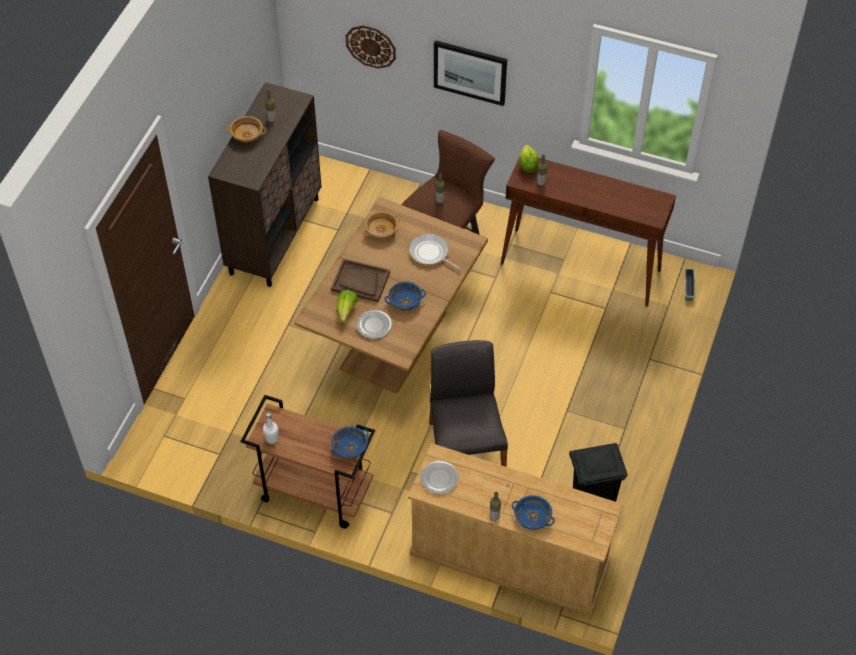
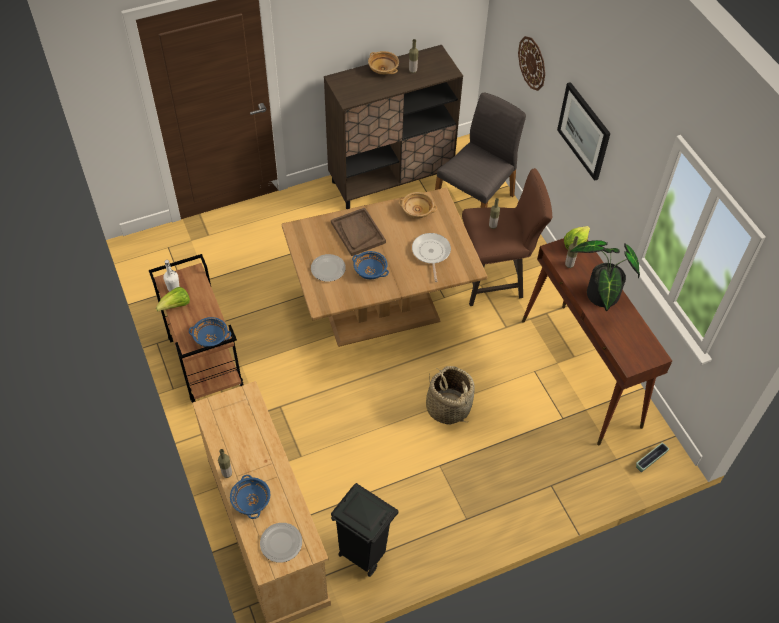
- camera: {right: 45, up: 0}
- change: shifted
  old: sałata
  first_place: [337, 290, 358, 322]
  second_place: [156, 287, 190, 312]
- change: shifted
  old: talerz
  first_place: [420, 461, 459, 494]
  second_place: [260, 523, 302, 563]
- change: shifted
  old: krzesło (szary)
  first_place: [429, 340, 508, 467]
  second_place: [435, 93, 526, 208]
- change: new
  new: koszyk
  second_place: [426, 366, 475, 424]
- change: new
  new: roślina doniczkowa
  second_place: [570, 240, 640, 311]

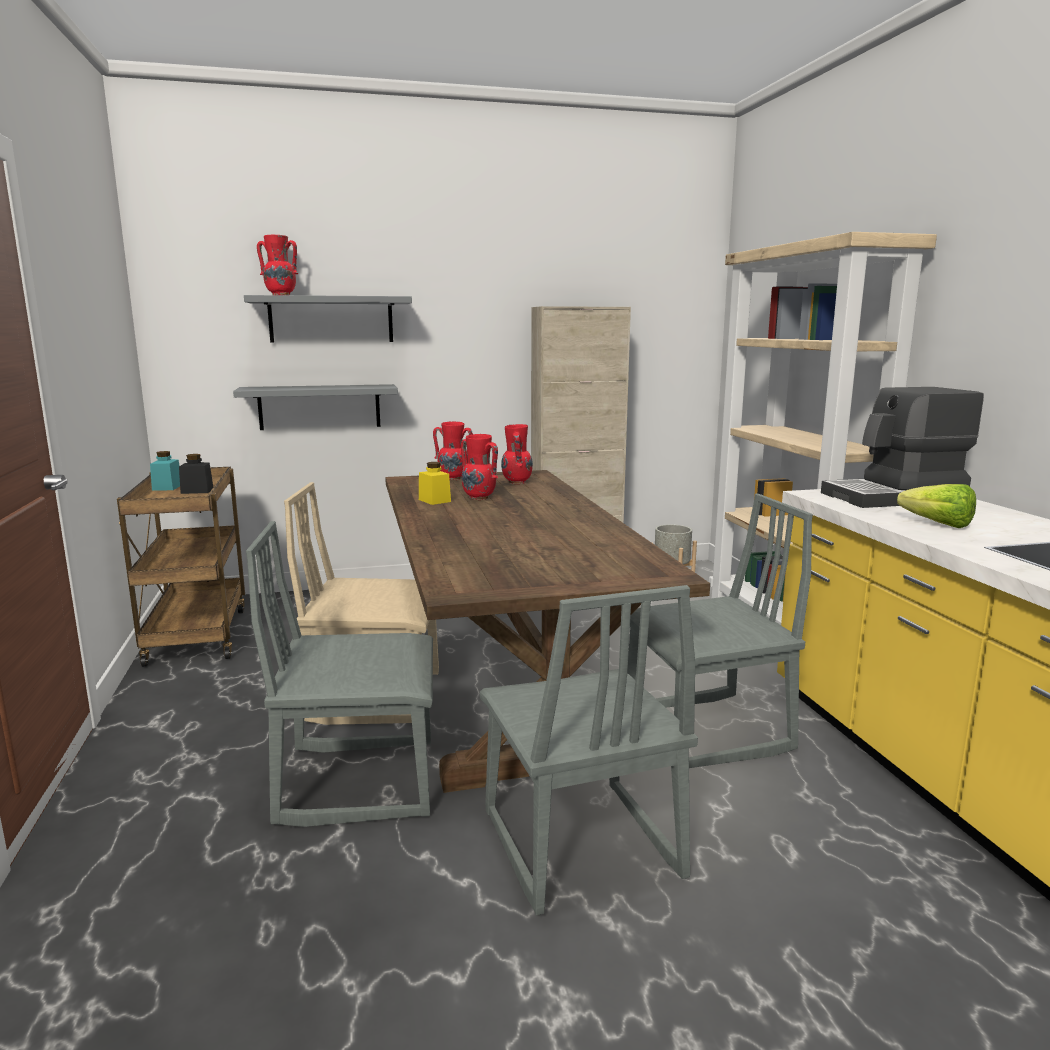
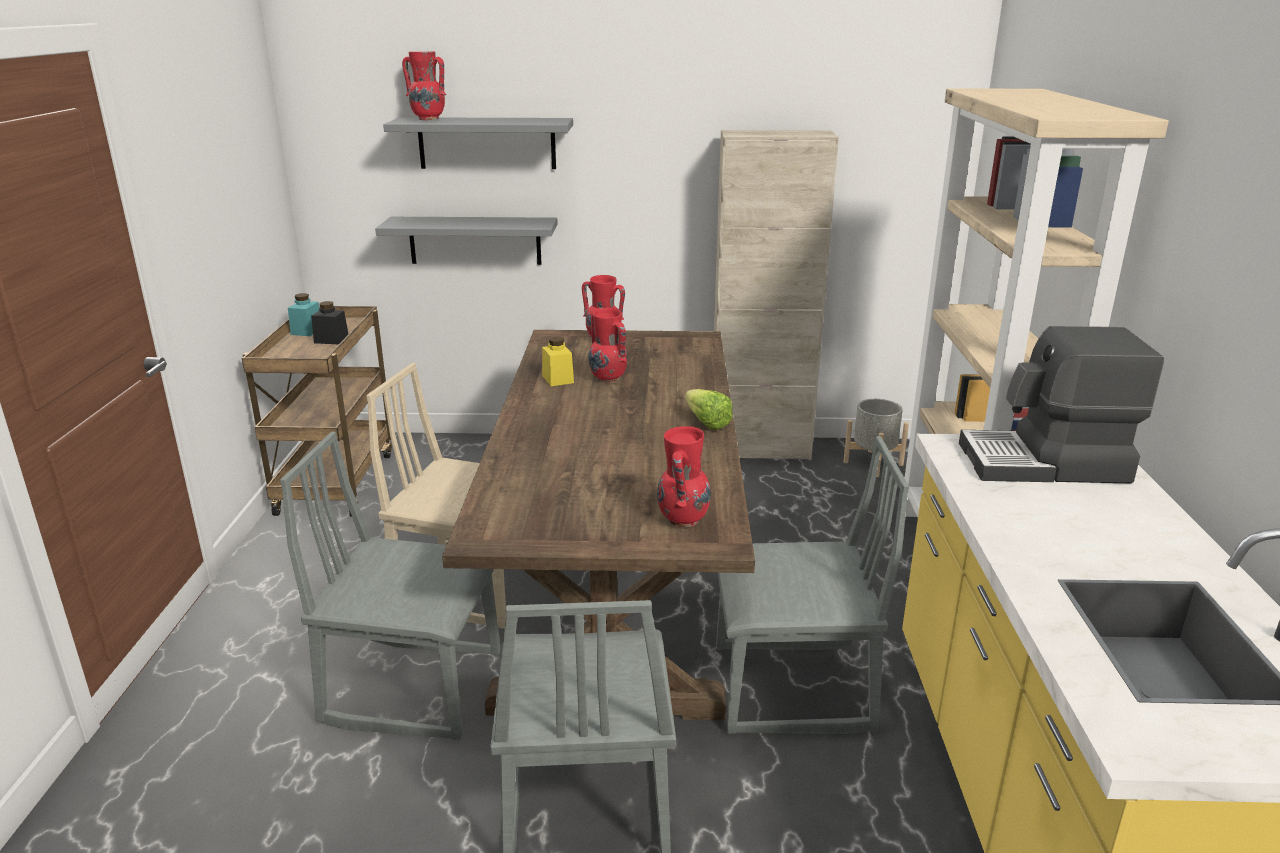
- camera: {right: 15, up: 10}
- change: shifted
  old: wazon (czerwony)
  first_place: [501, 424, 533, 484]
  second_place: [657, 426, 711, 528]
- change: shifted
  old: sałata
  first_place: [897, 484, 976, 528]
  second_place: [685, 389, 733, 430]

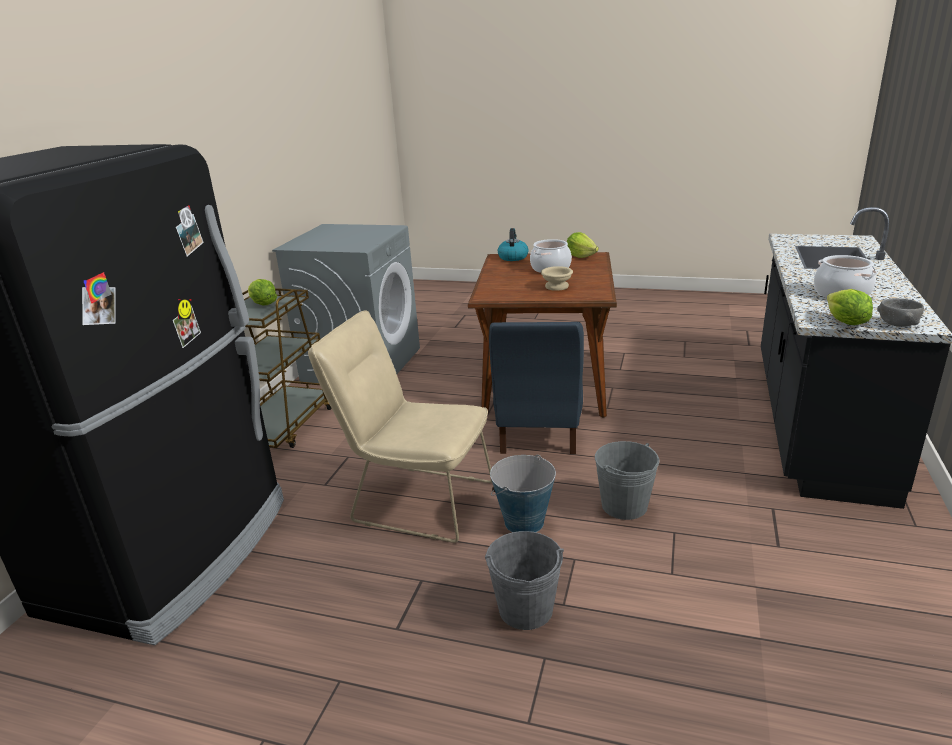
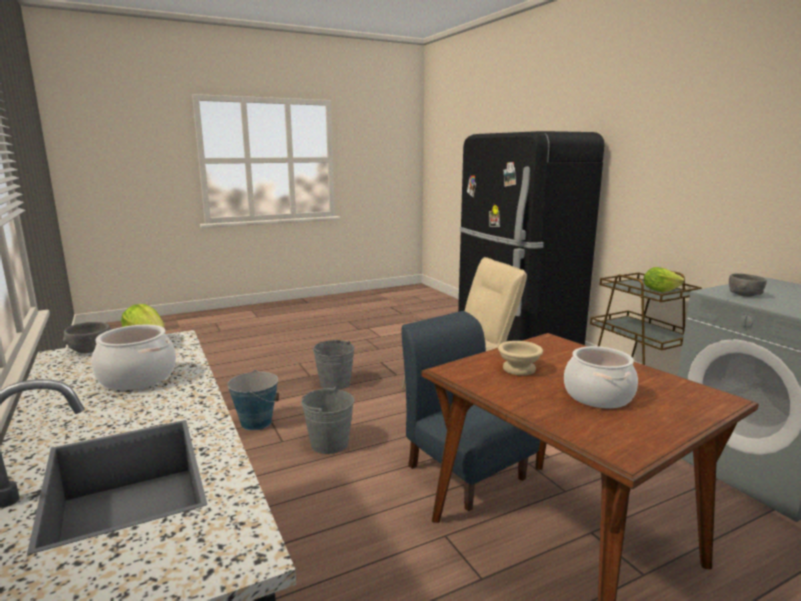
- camera: {right: 135, up: -10}
- change: shifted
  old: wiadro
  first_place: [490, 454, 556, 532]
  second_place: [227, 370, 279, 430]
- change: gone
  old: czajnik
  first_place: [498, 228, 528, 261]
- change: gone
  old: sałata
  first_place: [567, 232, 599, 258]
- change: new
  new: miska (szary)
  second_place: [729, 273, 767, 297]

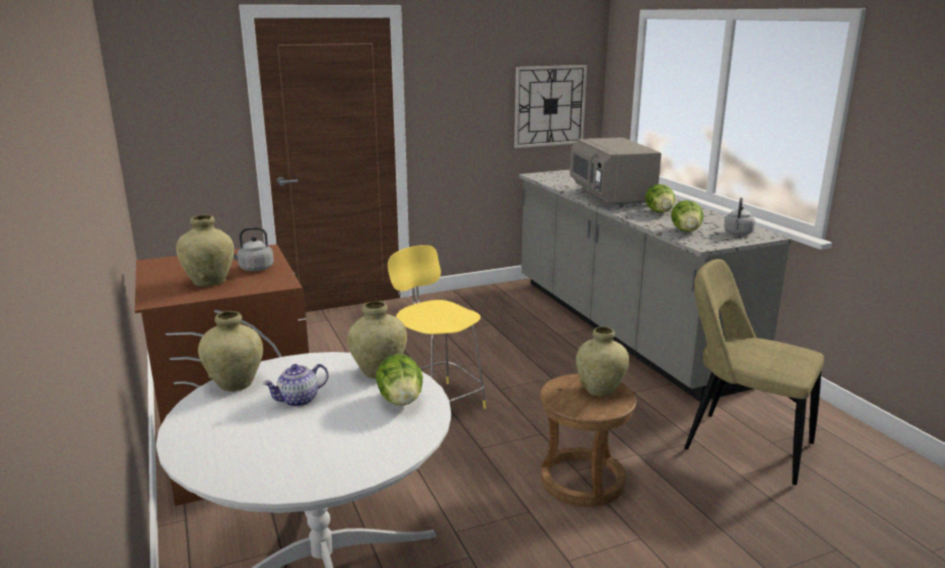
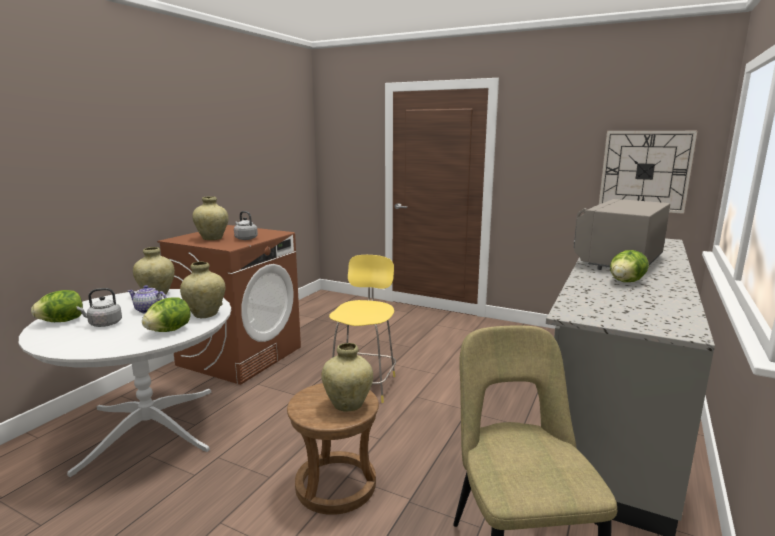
- camera: {right: 50, up: -5}
- change: shifted
  old: sałata
  first_place: [671, 200, 703, 232]
  second_place: [31, 290, 83, 322]
- change: shifted
  old: czajnik (szary)
  first_place: [724, 198, 755, 235]
  second_place: [77, 288, 122, 327]

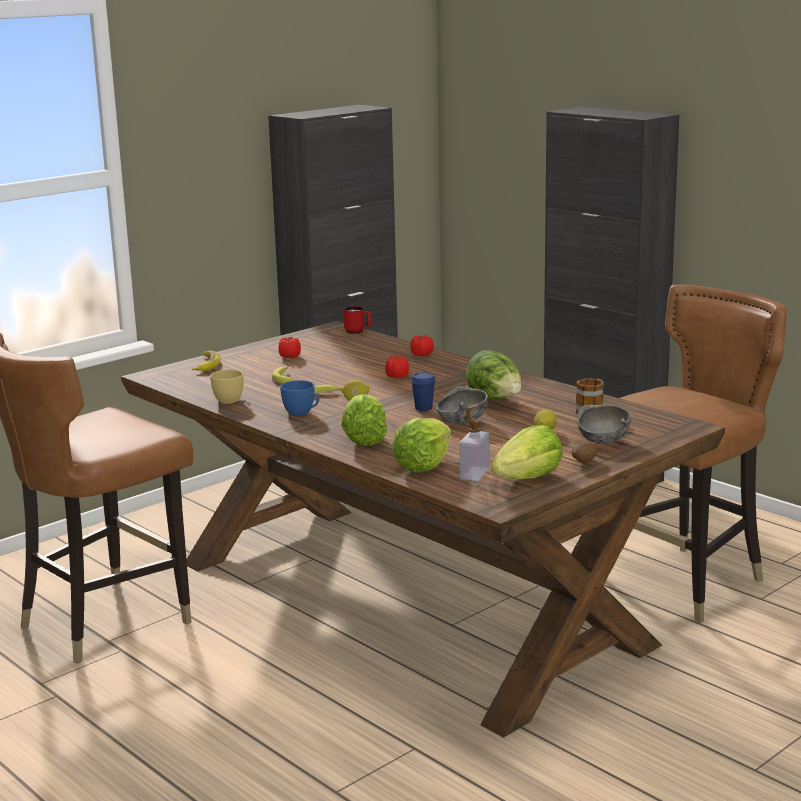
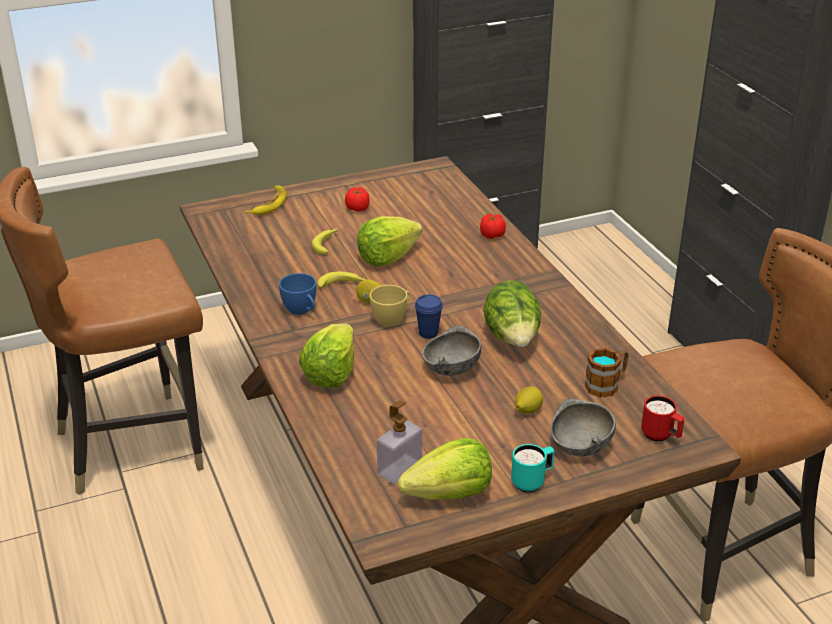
- camera: {right: 20, up: 15}
- change: shifted
  old: filiżanka (żółty)
  first_place: [210, 370, 244, 404]
  second_place: [370, 285, 410, 327]
- change: shifted
  old: kubek (czerwony)
  first_place: [344, 306, 371, 334]
  second_place: [641, 396, 685, 441]
- change: gone
  old: pomidor
  first_place: [385, 356, 409, 378]
- change: shifted
  old: sałata
  first_place: [392, 418, 451, 473]
  second_place: [357, 216, 423, 266]
- change: swapped
  old: ziemniak
  new: kubek (turkusowy)
  first_place: [572, 441, 598, 463]
  second_place: [511, 444, 554, 492]

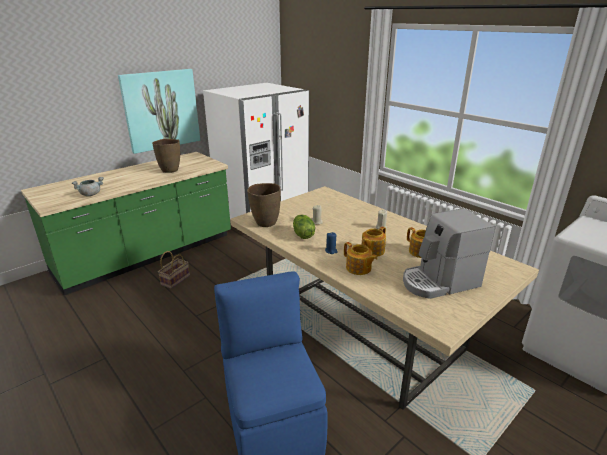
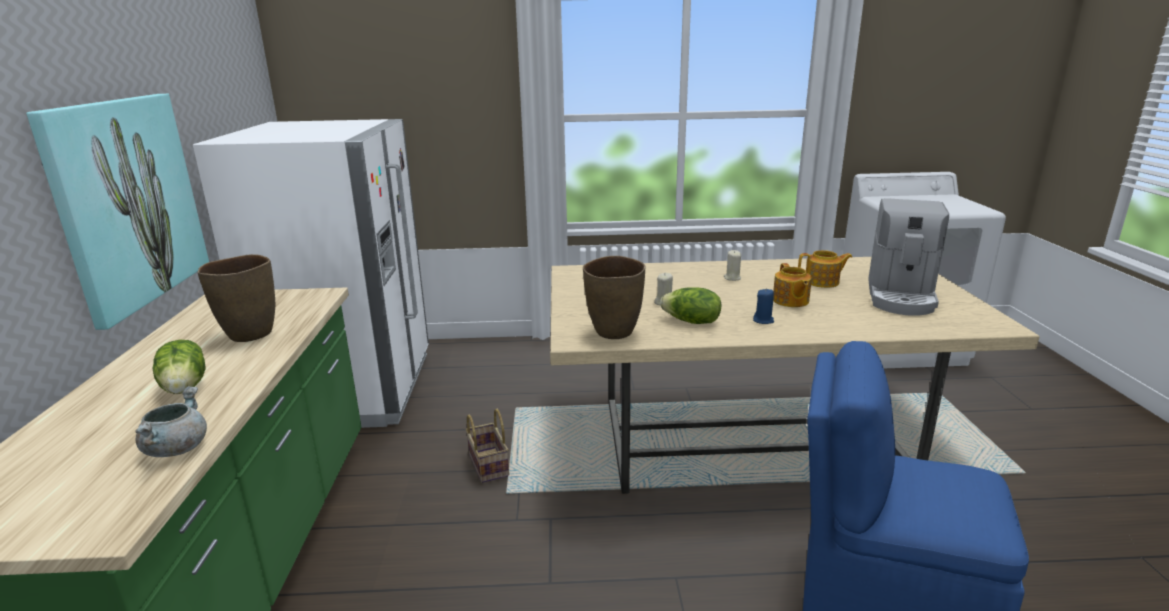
- camera: {right: -50, up: -5}
- change: shifted
  old: koszyk
  first_place: [158, 251, 190, 289]
  second_place: [466, 409, 509, 483]
- change: gone
  old: imbryk
  first_place: [344, 242, 378, 275]
- change: new
  new: sałata
  second_place: [152, 340, 206, 394]

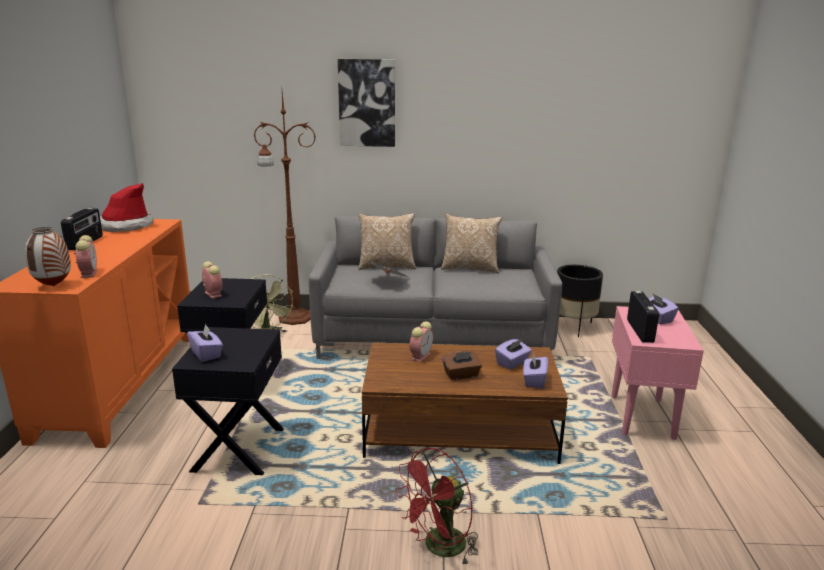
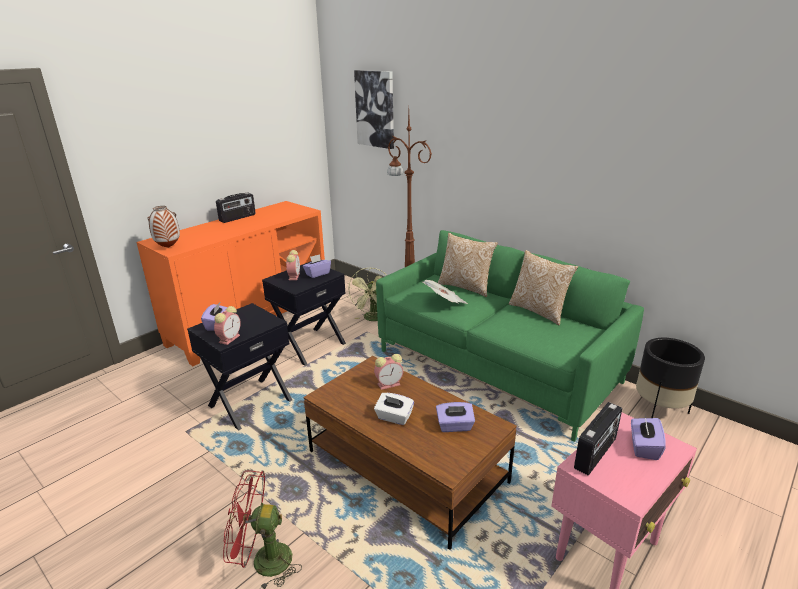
- camera: {right: 40, up: 5}
- change: shifted
  old: budzik
  first_place: [74, 235, 97, 278]
  second_place: [214, 306, 241, 345]
- change: gone
  old: kapelusz
  first_place: [100, 183, 153, 232]
- change: repainted
  old: kanapa (szary)
  new: kanapa (zielony)
  first_place: [309, 216, 562, 359]
  second_place: [376, 230, 644, 442]
- change: shifted
  old: obraz
  first_place: [338, 59, 395, 147]
  second_place: [354, 70, 394, 149]
- change: repainted
  old: pudełko chusteczek (brązowy)
  new: pudełko chusteczek (biały)
  first_place: [442, 351, 482, 380]
  second_place: [374, 393, 414, 425]
- change: shifted
  old: pudełko chusteczek (fioletowy)
  first_place: [523, 353, 548, 388]
  second_place: [303, 254, 331, 278]

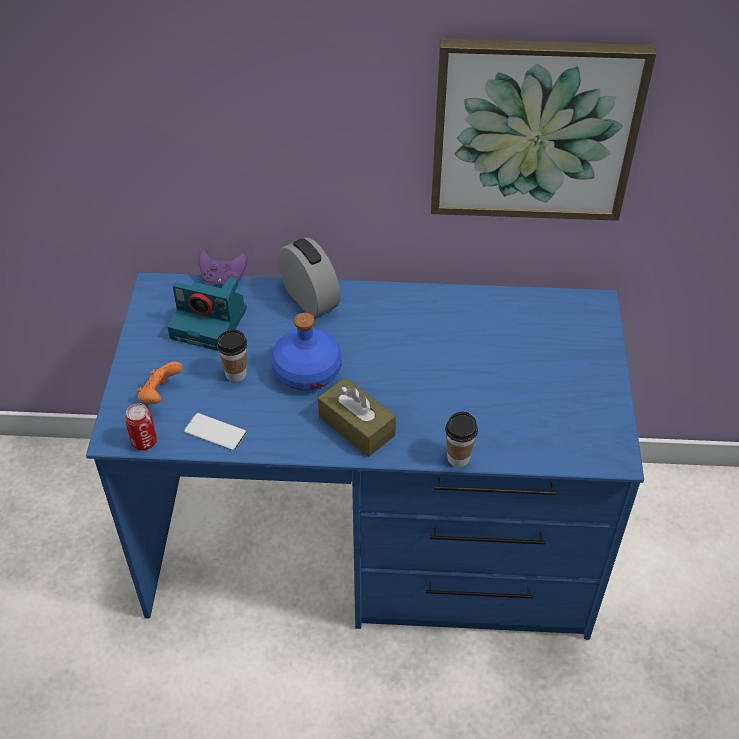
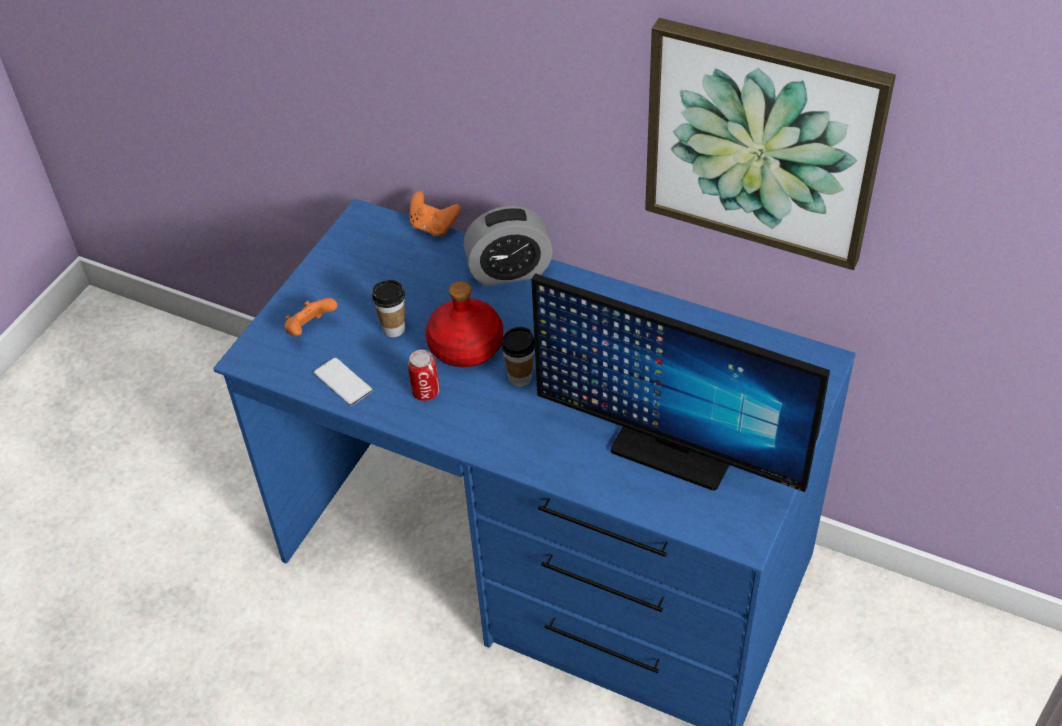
- camera: {right: 25, up: 0}
- change: shifted
  old: puszka
  first_place: [125, 403, 157, 450]
  second_place: [408, 350, 440, 401]
- change: gone
  old: aparat fotograficzny
  first_place: [167, 277, 247, 351]
- change: repainted
  old: pad do gier (fioletowy)
  new: pad do gier (pomarańczowy)
  first_place: [199, 250, 248, 284]
  second_place: [410, 191, 461, 237]
- change: repainted
  old: butelka (niebieski)
  new: butelka (czerwony)
  first_place: [271, 312, 342, 390]
  second_place: [426, 281, 503, 367]
- change: rotated
  old: budzik
  first_place: [278, 238, 341, 318]
  second_place: [463, 206, 553, 286]
  degrees: 90
- change: gone
  old: pudełko chusteczek (brązowy)
  first_place: [318, 377, 396, 457]
- change: shifted
  old: filiżanka
  first_place: [445, 412, 478, 467]
  second_place: [501, 327, 535, 387]
- change: new
  new: monitor
  second_place: [531, 273, 830, 492]

